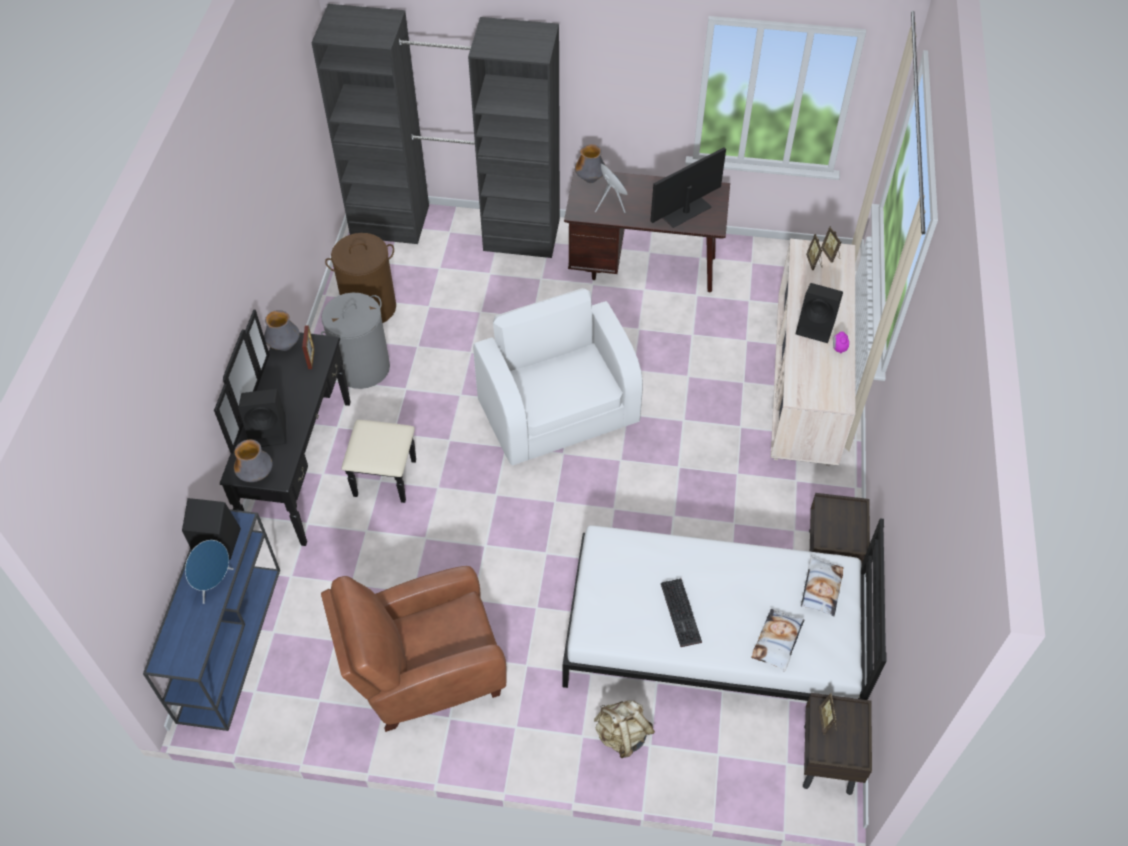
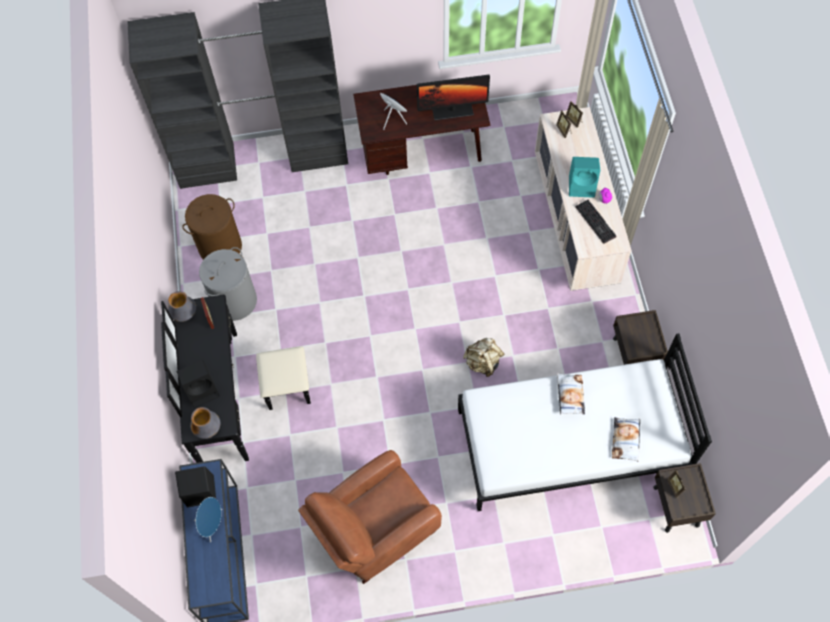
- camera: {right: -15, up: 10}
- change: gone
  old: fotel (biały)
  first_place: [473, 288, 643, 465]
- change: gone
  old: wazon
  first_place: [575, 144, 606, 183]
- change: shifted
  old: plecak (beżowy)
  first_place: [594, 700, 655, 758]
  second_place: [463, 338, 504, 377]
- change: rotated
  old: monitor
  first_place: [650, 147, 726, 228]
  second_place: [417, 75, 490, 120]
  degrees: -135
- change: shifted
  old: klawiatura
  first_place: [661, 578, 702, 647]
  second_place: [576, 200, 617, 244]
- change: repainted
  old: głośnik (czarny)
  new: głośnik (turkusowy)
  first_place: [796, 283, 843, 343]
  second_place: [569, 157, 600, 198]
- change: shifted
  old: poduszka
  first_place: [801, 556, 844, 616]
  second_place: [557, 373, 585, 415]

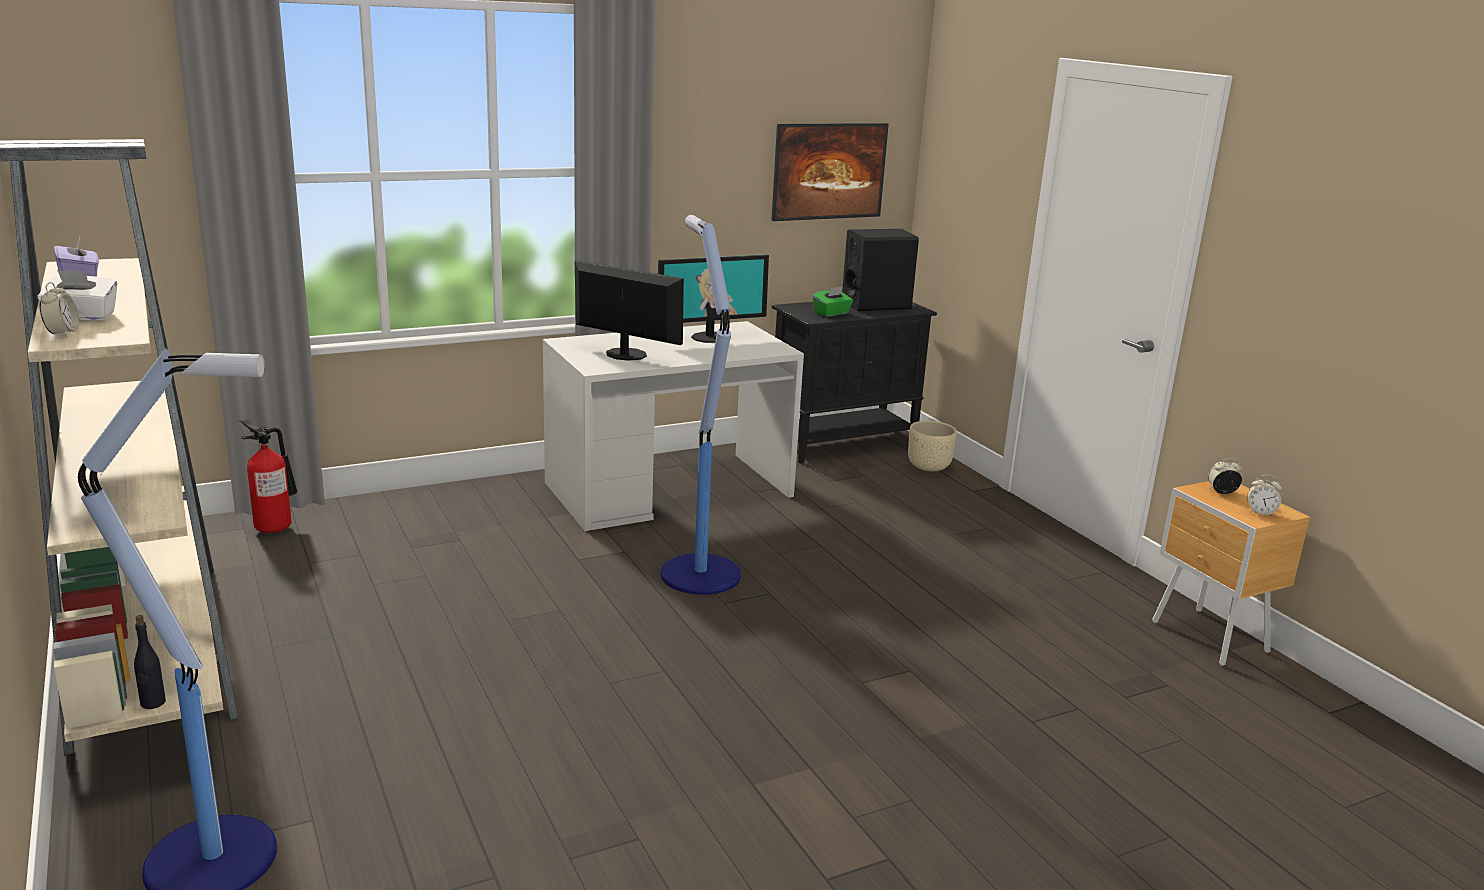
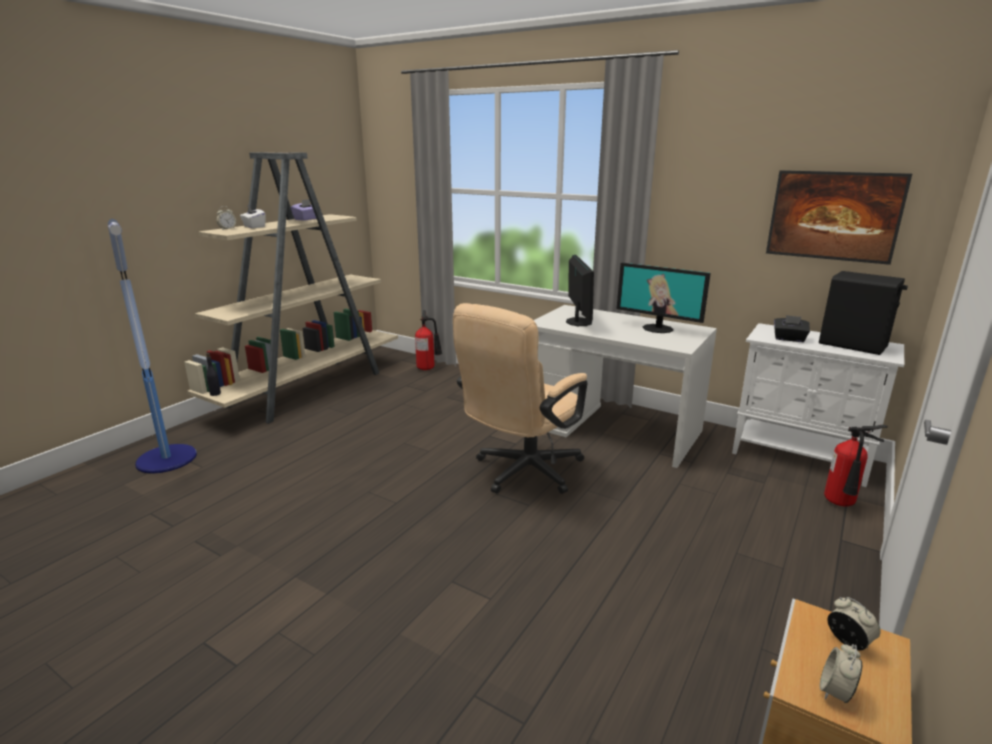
- camera: {right: 60, up: 0}
- change: swapped
  old: lampa stojąca
  new: krzesło biurowe (beżowy)
  first_place: [661, 215, 741, 595]
  second_place: [453, 303, 587, 494]
- change: repainted
  old: szafka (czarny)
  new: szafka (biały)
  first_place: [772, 302, 937, 464]
  second_place: [732, 323, 904, 487]
- change: repainted
  old: pudełko chusteczek (zielony)
  new: pudełko chusteczek (czarny)
  first_place: [813, 286, 853, 317]
  second_place: [774, 315, 810, 342]
- change: swapped
  old: donica (beżowy)
  new: gaśnica
  first_place: [908, 421, 957, 471]
  second_place: [824, 425, 888, 506]
- change: rotated
  old: budzik
  first_place: [1247, 475, 1282, 517]
  second_place: [820, 644, 862, 703]
  degrees: 45

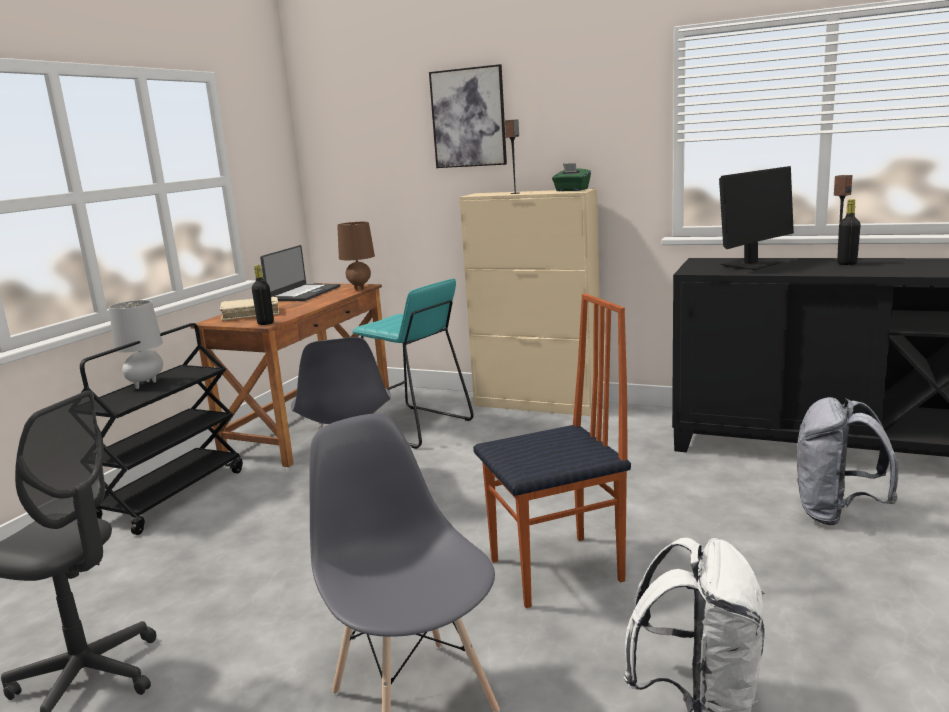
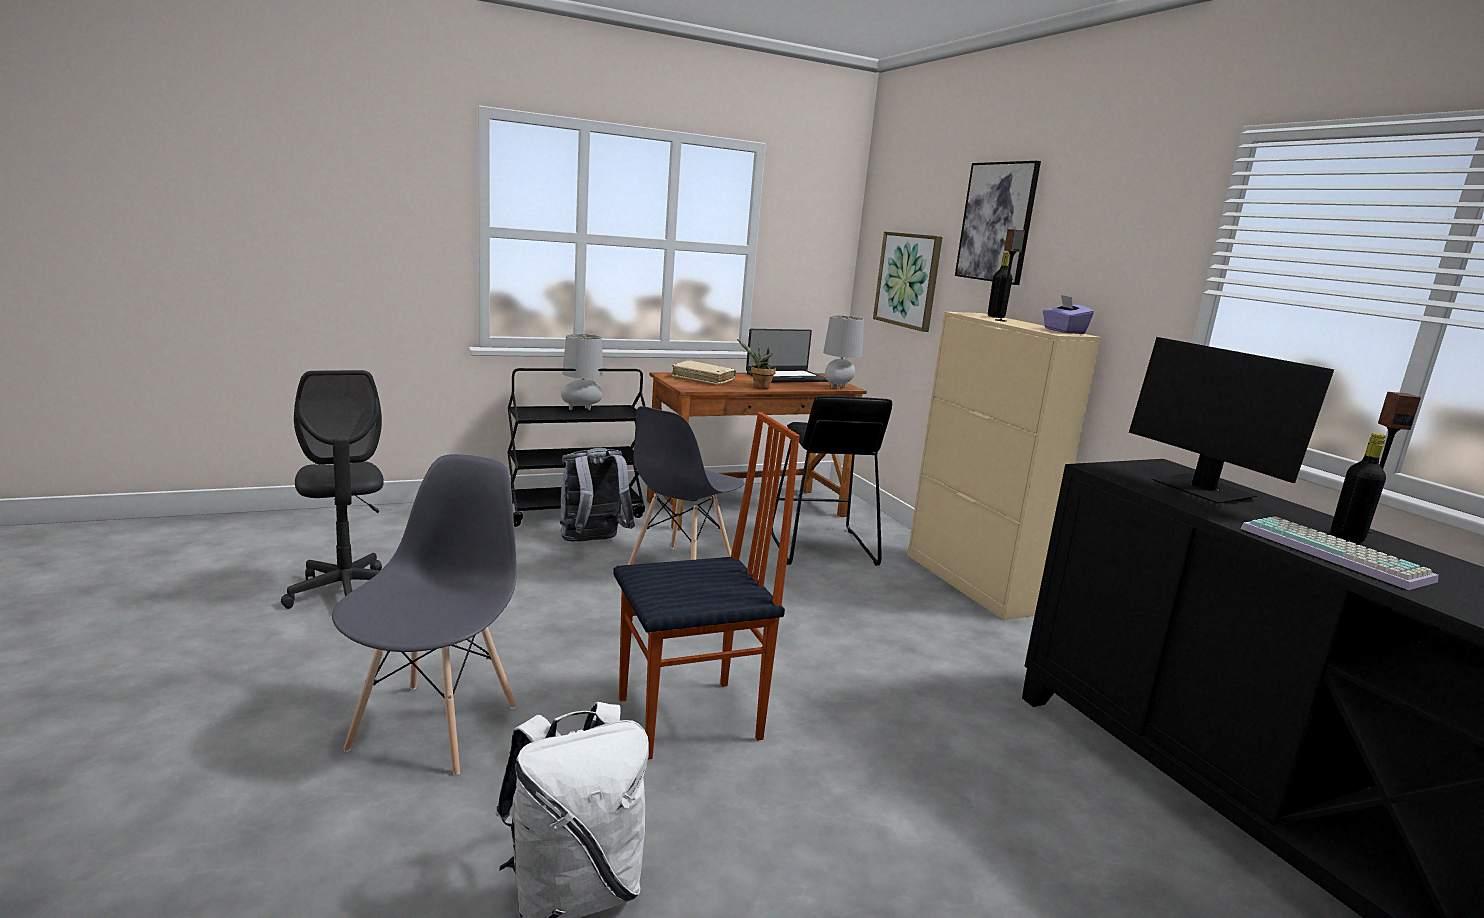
- camera: {right: 40, up: 0}
- change: shifted
  old: butelka (czarny)
  first_place: [252, 265, 274, 325]
  second_place: [988, 252, 1012, 318]
- change: repainted
  old: lampa stołowa (brązowy)
  new: lampa stołowa (szary)
  first_place: [337, 222, 375, 290]
  second_place: [823, 315, 864, 389]
- change: repainted
  old: stołek (turkusowy)
  new: stołek (czarny)
  first_place: [352, 279, 474, 449]
  second_place: [771, 396, 892, 565]
- change: rotated
  old: krzesło
  first_place: [473, 293, 631, 608]
  second_place: [613, 412, 800, 760]
  degrees: -45
- change: repainted
  old: pudełko chusteczek (zielony)
  new: pudełko chusteczek (fioletowy)
  first_place: [552, 163, 591, 191]
  second_place: [1043, 295, 1094, 334]
- change: rotated
  old: monitor
  first_place: [719, 166, 794, 270]
  second_place: [1129, 337, 1334, 504]
  degrees: 60
- change: shifted
  old: plecak (szary)
  first_place: [797, 397, 899, 525]
  second_place: [560, 448, 635, 542]
- change: new
  new: roślina doniczkowa
  second_place: [737, 339, 776, 389]
- change: new
  new: obraz
  second_place: [873, 232, 942, 332]
- change: new
  new: klawiatura
  second_place: [1241, 516, 1439, 590]

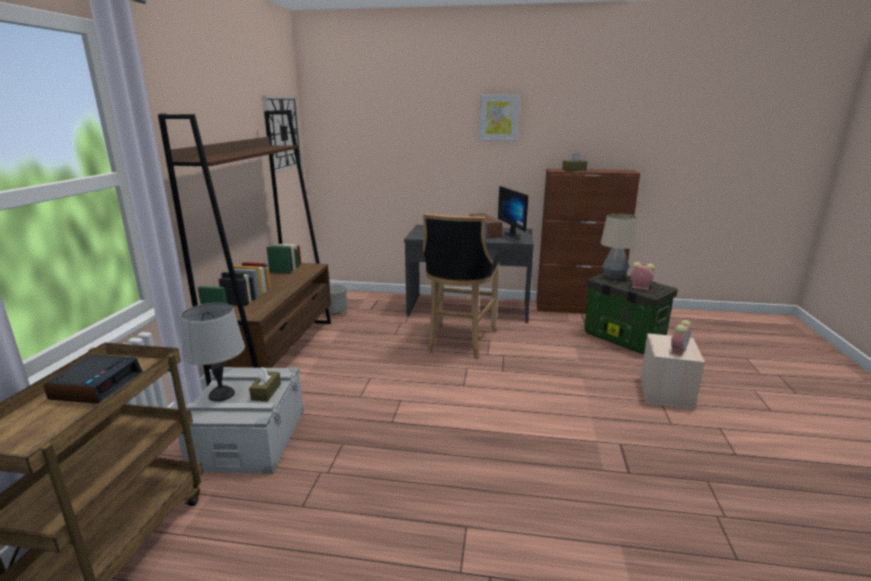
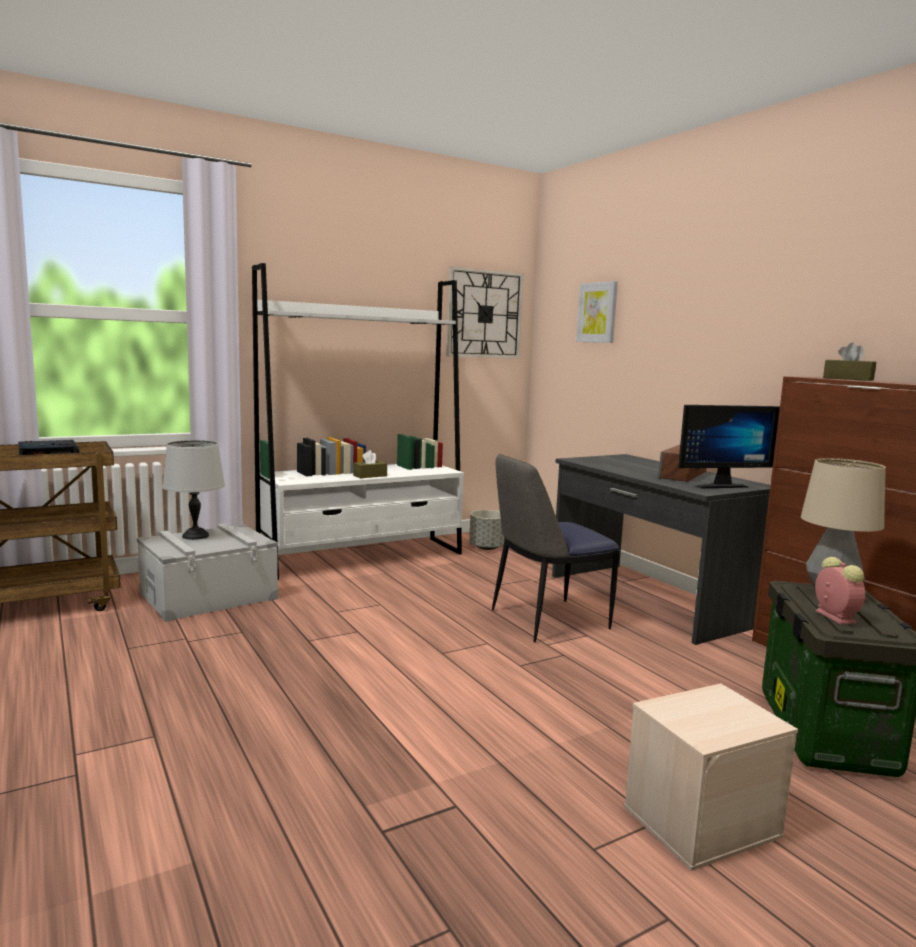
- camera: {right: 50, up: -10}
- change: repainted
  old: regał (brązowy)
  new: regał (biały)
  first_place: [158, 111, 331, 386]
  second_place: [252, 263, 464, 580]
- change: shifted
  old: pudełko chusteczek (brązowy)
  first_place: [249, 367, 281, 402]
  second_place: [353, 450, 387, 478]
- change: swapped
  old: stołek (czarny)
  new: krzesło
  first_place: [423, 213, 500, 359]
  second_place: [492, 454, 619, 642]
- change: shifted
  old: obraz
  first_place: [480, 95, 519, 141]
  second_place: [576, 281, 618, 343]
- change: rotated
  old: monitor
  first_place: [498, 186, 528, 240]
  second_place: [678, 405, 780, 488]
  degrees: -135
- change: gone
  old: budzik
  first_place: [670, 320, 691, 356]

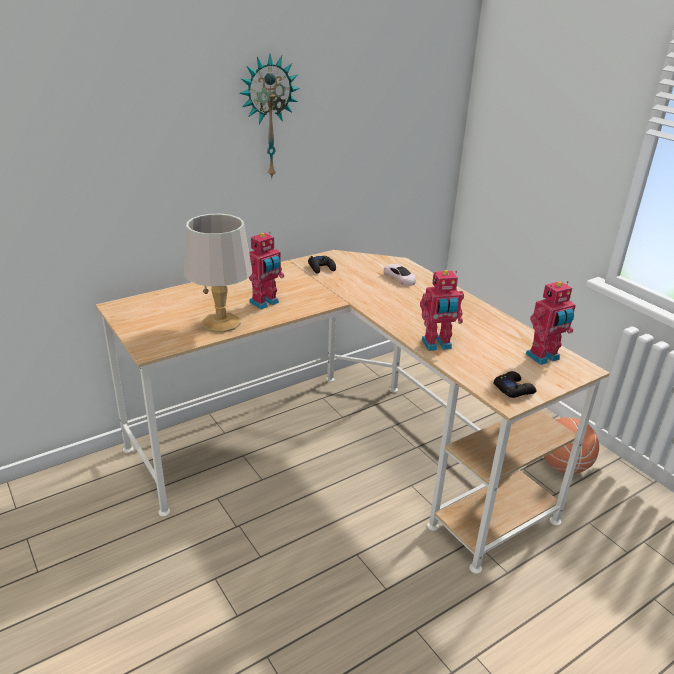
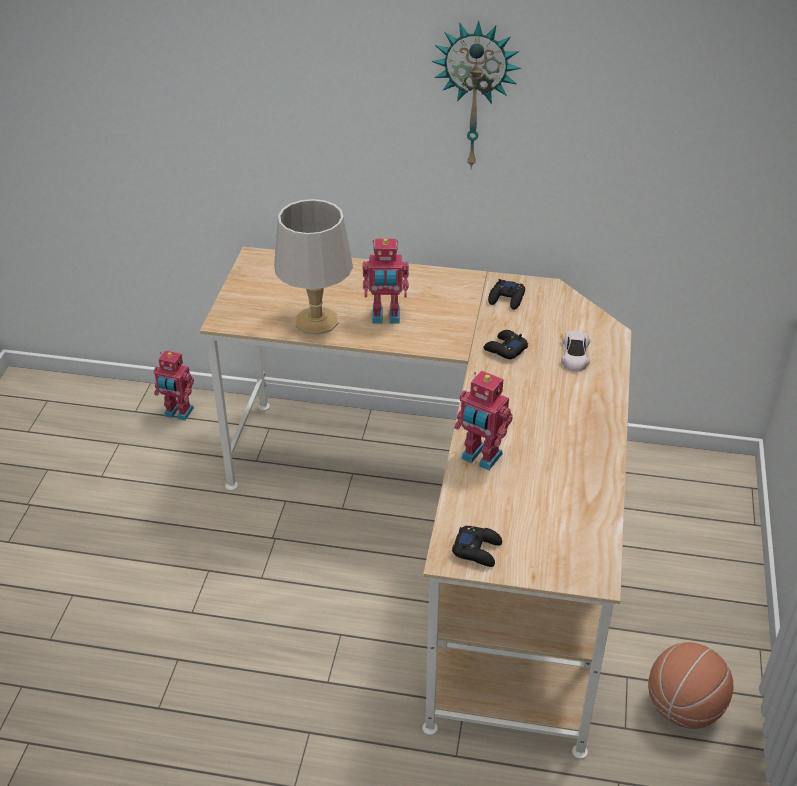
- camera: {right: 45, up: 10}
- change: shifted
  old: robot zabawkowy
  first_place: [526, 281, 576, 365]
  second_place: [154, 350, 194, 421]
- change: new
  new: pad do gier (czarny)
  second_place: [483, 330, 528, 359]

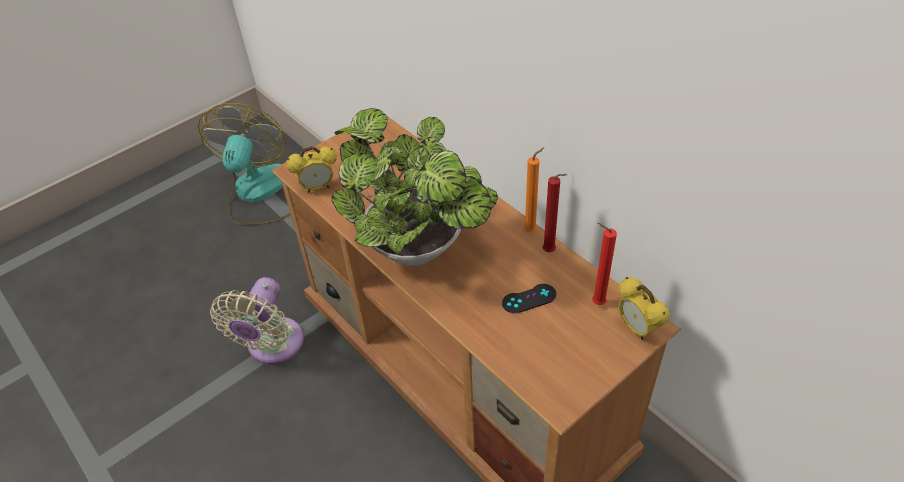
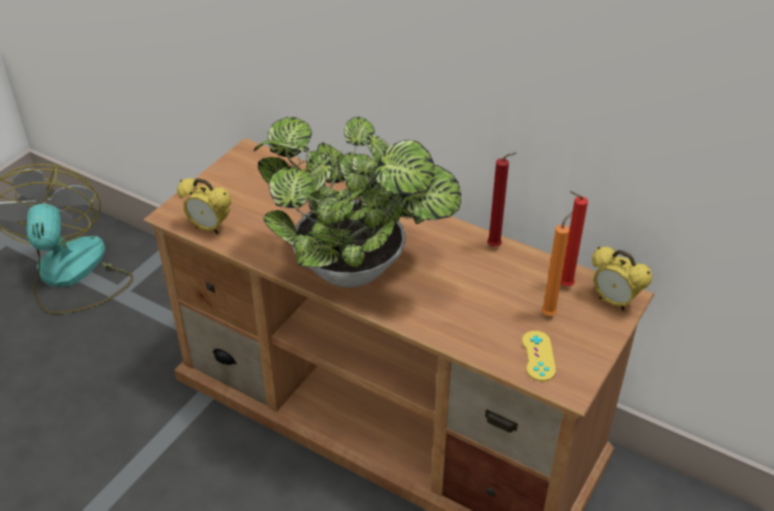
- camera: {right: -20, up: -5}
- change: gone
  old: wentylator (beżowy)
  first_place: [210, 277, 304, 364]
- change: rotated
  old: budzik
  first_place: [286, 146, 337, 193]
  second_place: [177, 178, 231, 234]
  degrees: 60
- change: gone
  old: pad do gier (czarny)
  first_place: [502, 284, 556, 314]
- change: shifted
  old: świeca (pomarańczowy)
  first_place: [524, 147, 544, 233]
  second_place: [541, 211, 573, 316]
- change: new
  new: pad do gier (żółty)
  second_place: [522, 331, 556, 381]

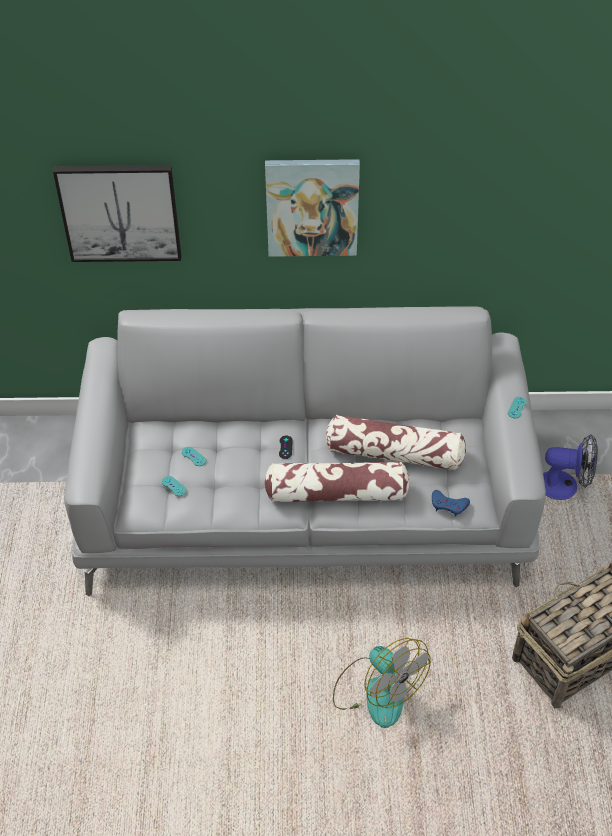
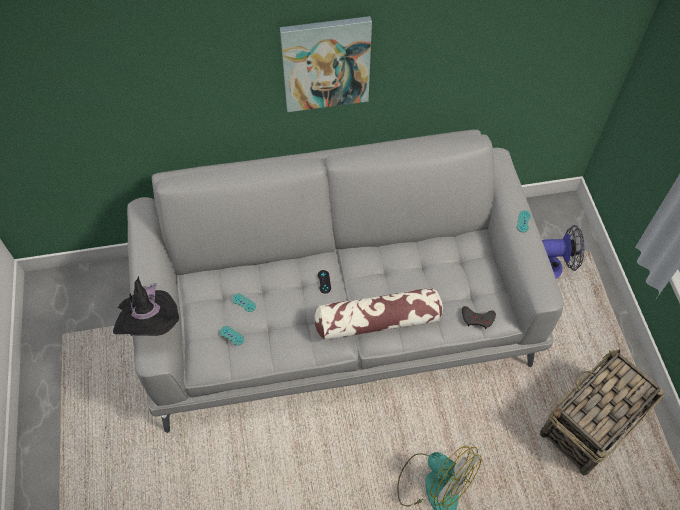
- camera: {right: -10, up: 10}
- change: gone
  old: obraz
  first_place: [53, 165, 181, 262]
- change: gone
  old: poduszka
  first_place: [326, 415, 466, 470]
- change: repainted
  old: pad do gier (niebieski)
  new: pad do gier (szary)
  first_place: [432, 490, 470, 516]
  second_place: [462, 306, 496, 329]
- change: new
  new: kapelusz (czarny)
  second_place: [113, 276, 179, 336]

